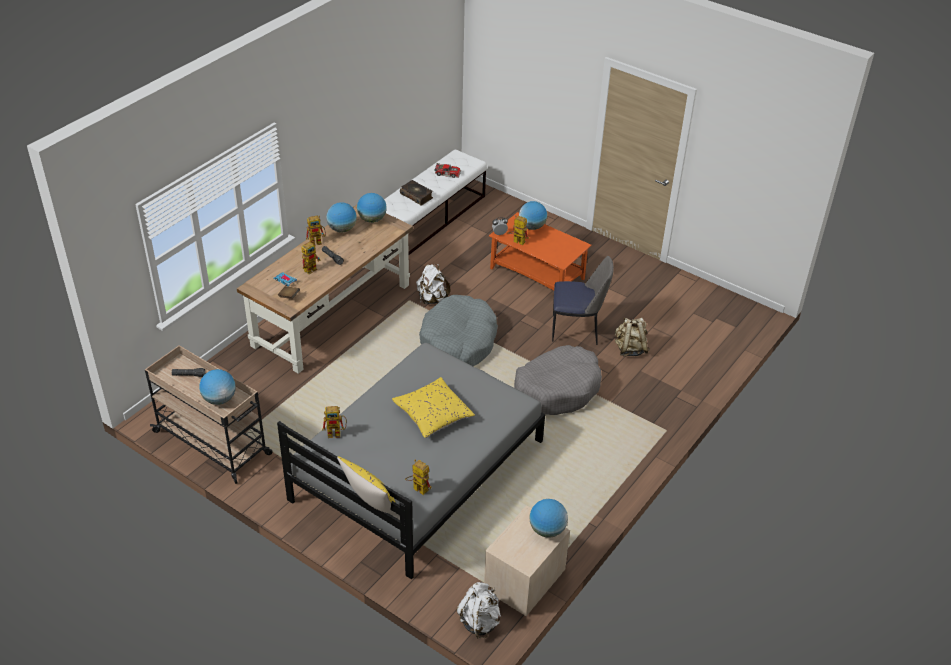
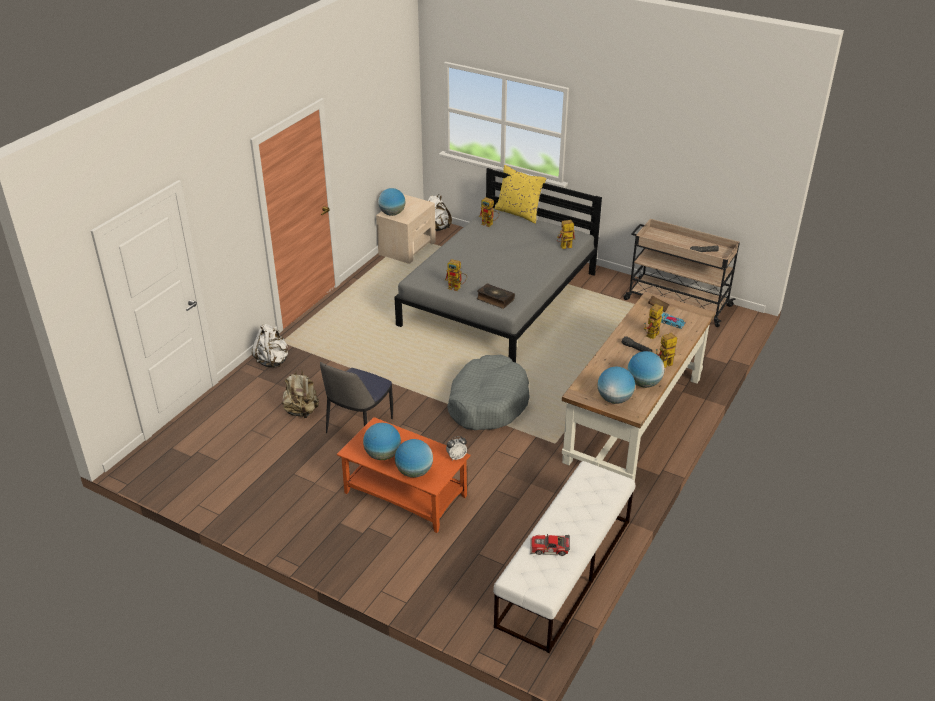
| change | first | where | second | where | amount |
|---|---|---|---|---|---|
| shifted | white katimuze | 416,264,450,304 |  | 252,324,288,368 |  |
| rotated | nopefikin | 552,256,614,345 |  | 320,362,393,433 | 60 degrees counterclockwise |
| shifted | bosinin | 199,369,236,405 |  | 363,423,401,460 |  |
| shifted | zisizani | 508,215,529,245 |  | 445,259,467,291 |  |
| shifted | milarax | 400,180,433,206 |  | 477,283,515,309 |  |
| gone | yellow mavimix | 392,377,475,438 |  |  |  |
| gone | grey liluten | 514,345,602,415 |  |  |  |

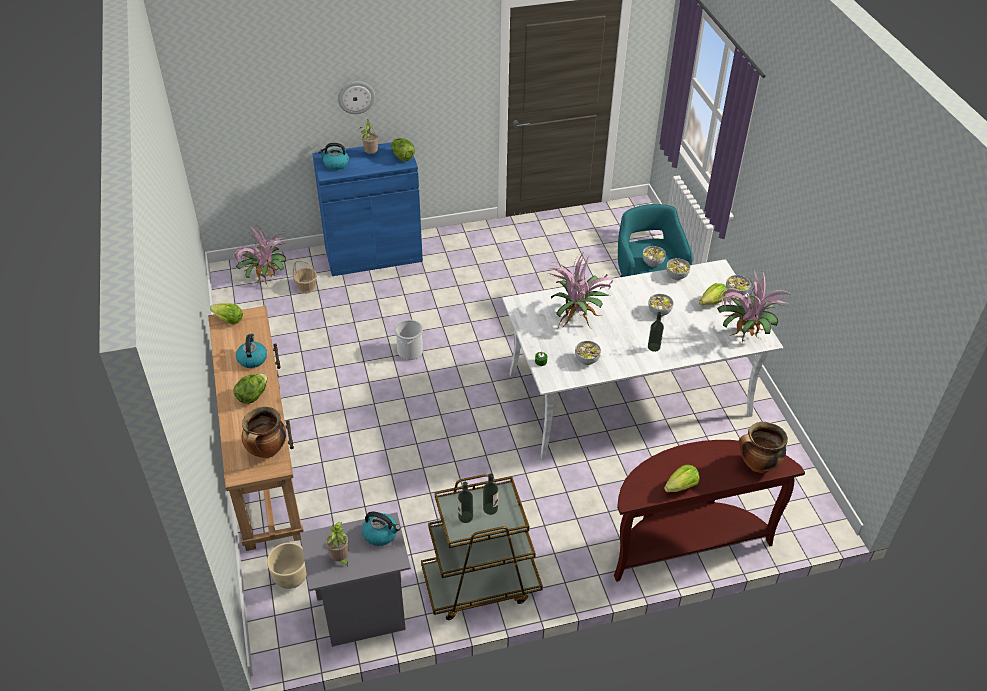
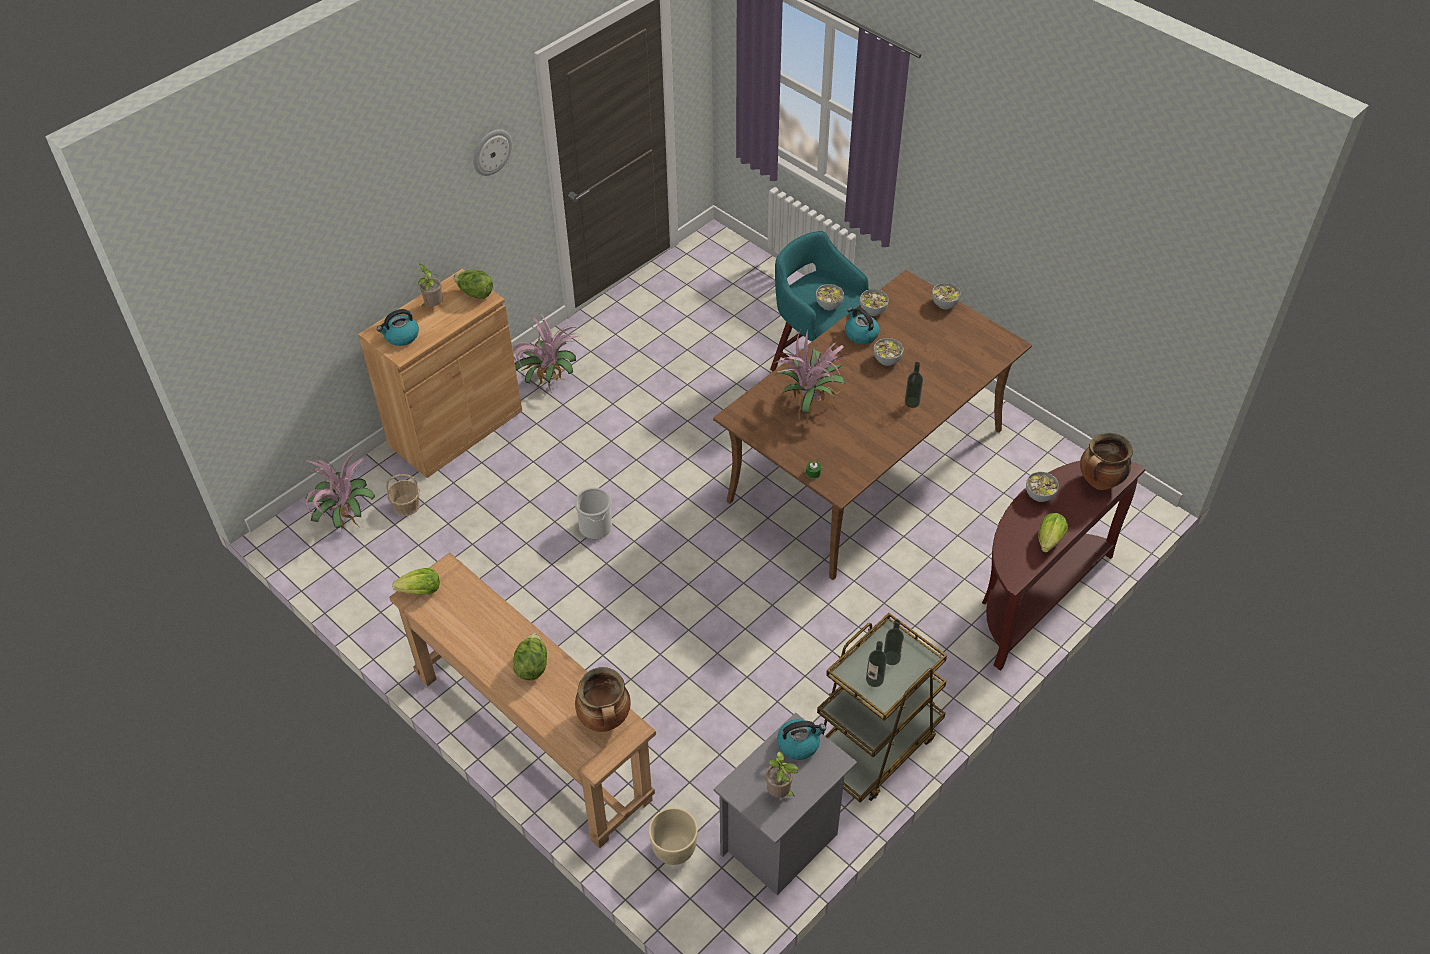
| change | first | where | second | where | amount |
|---|---|---|---|---|---|
| repainted | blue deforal | 312,142,423,276 | brown deforal | 358,269,522,478 |  |
| shifted | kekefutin | 338,81,375,114 |  | 473,129,512,176 |  |
| shifted | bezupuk | 717,270,790,345 |  | 512,315,579,393 |  |
| repainted | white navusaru | 502,259,783,459 | brown navusaru | 713,270,1032,580 |  |
| shifted | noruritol | 236,334,267,368 |  | 845,307,879,344 |  |
| shifted | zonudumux | 575,341,601,365 |  | 1026,472,1059,502 |  |
| gone | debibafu | 699,283,728,305 |  |  |  |

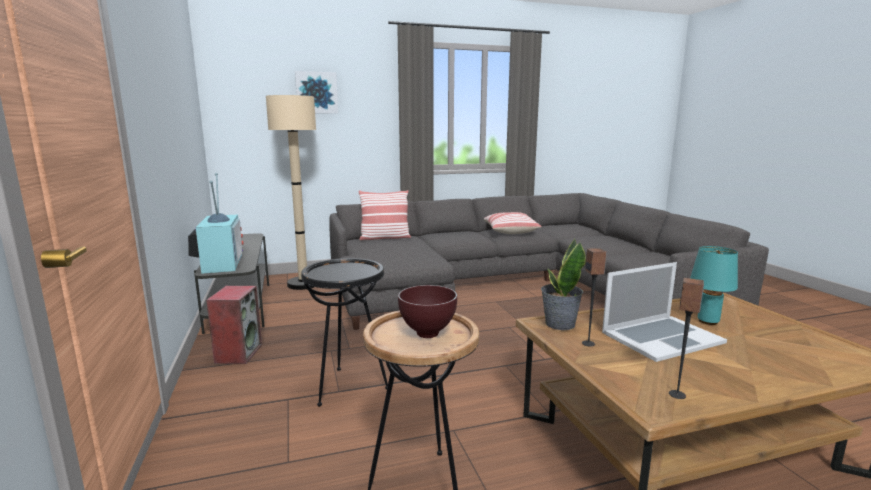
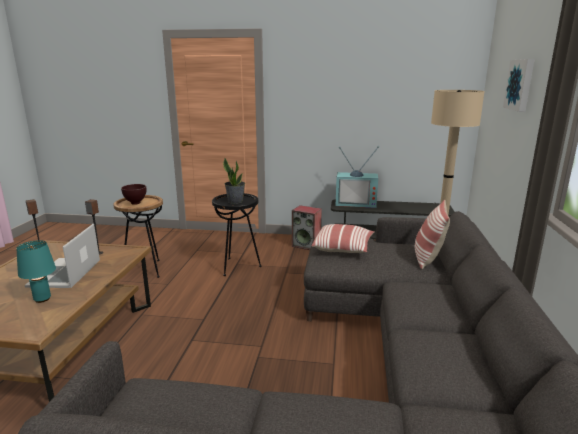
| change | first | where | second | where | amount |
|---|---|---|---|---|---|
| shifted | bezupuk | 541,239,586,330 |  | 223,157,245,204 |  |
| shifted | mavimix | 484,212,542,234 |  | 312,224,375,253 |  |

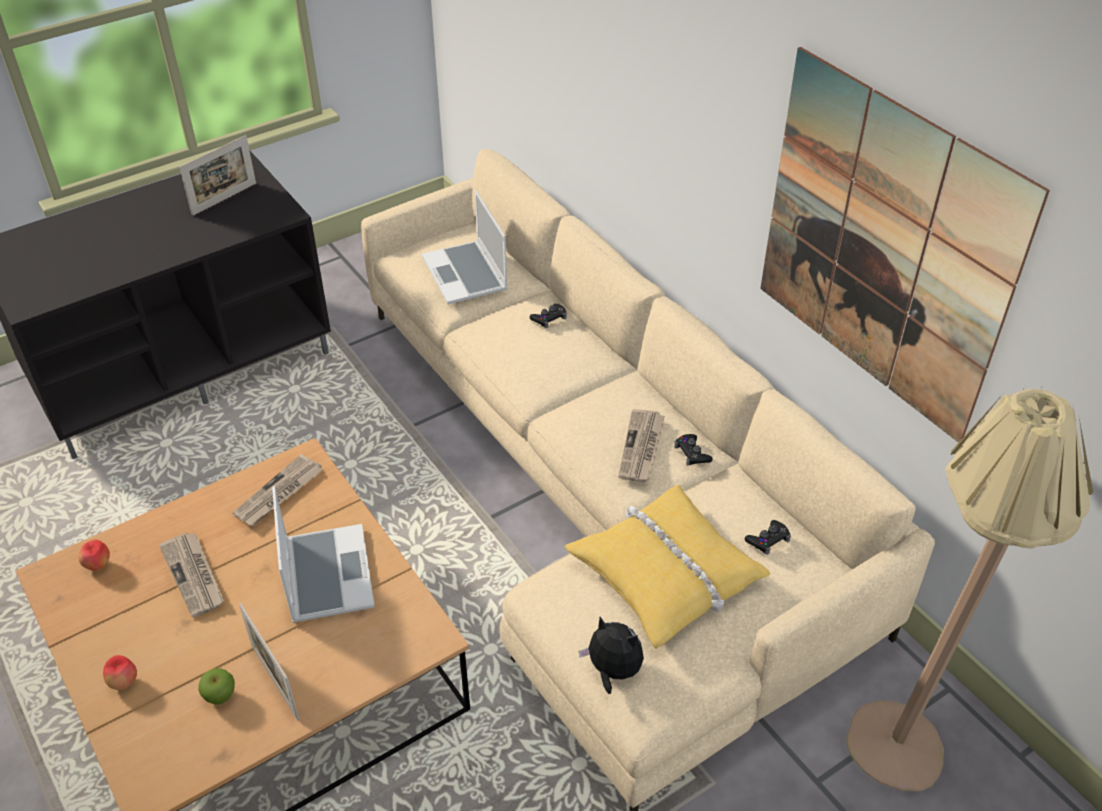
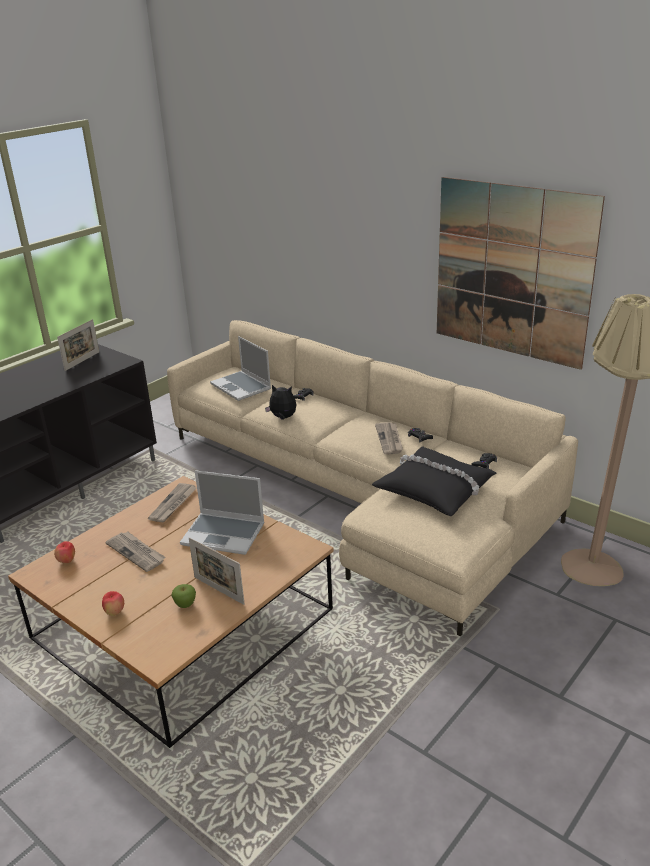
| change | first | where | second | where | amount |
|---|---|---|---|---|---|
| rotated | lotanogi | 272,486,375,623 |  | 180,470,265,555 | 135 degrees clockwise |
| shifted | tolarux | 579,617,644,694 |  | 265,385,296,420 |  |
| repainted | yellow mavimix | 564,485,770,648 | black mavimix | 372,446,496,516 |  |

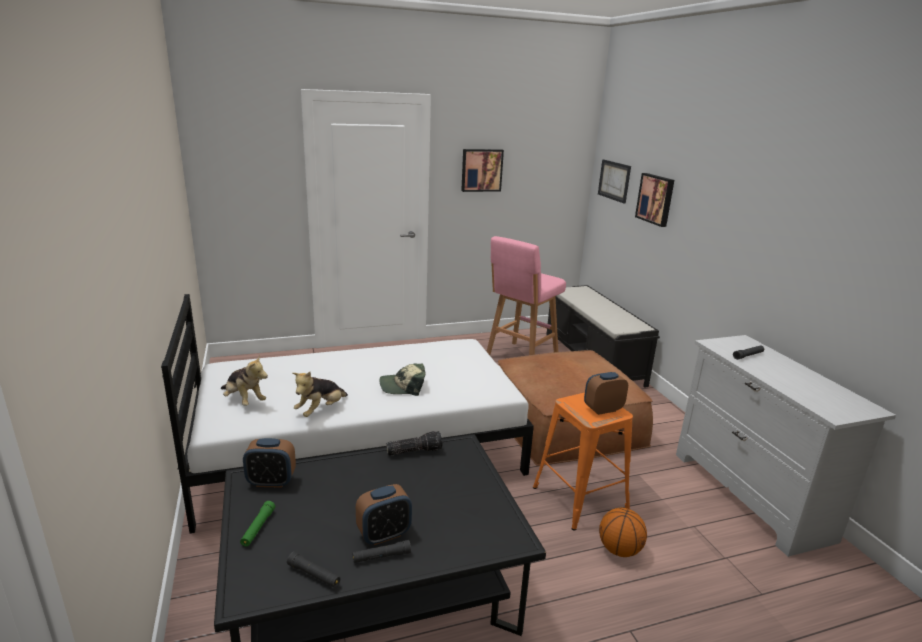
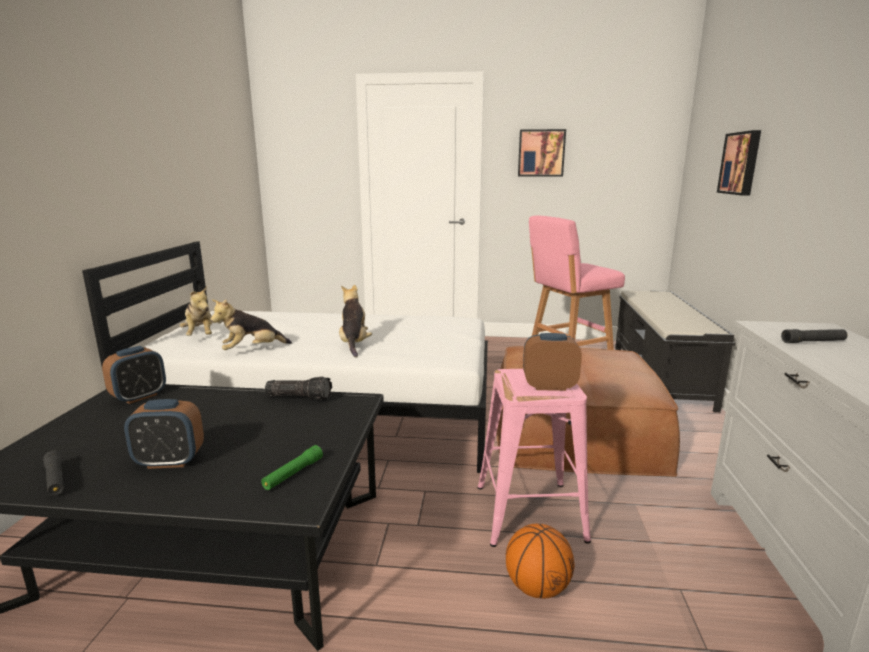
| change | first | where | second | where | amount |
|---|---|---|---|---|---|
| rotated | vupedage | 243,438,296,488 |  | 102,346,166,404 | 75 degrees counterclockwise |
| shifted | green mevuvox | 240,501,275,546 |  | 261,445,323,490 |  |
| swapped | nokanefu | 380,363,426,396 | tolarux | 339,285,372,357 |  |
| repainted | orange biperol | 533,392,633,531 | pink biperol | 478,369,591,547 |  |
| gone | black mevuvox | 353,540,411,563 |  |  |  |
| gone | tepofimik | 598,159,631,204 |  |  |  |

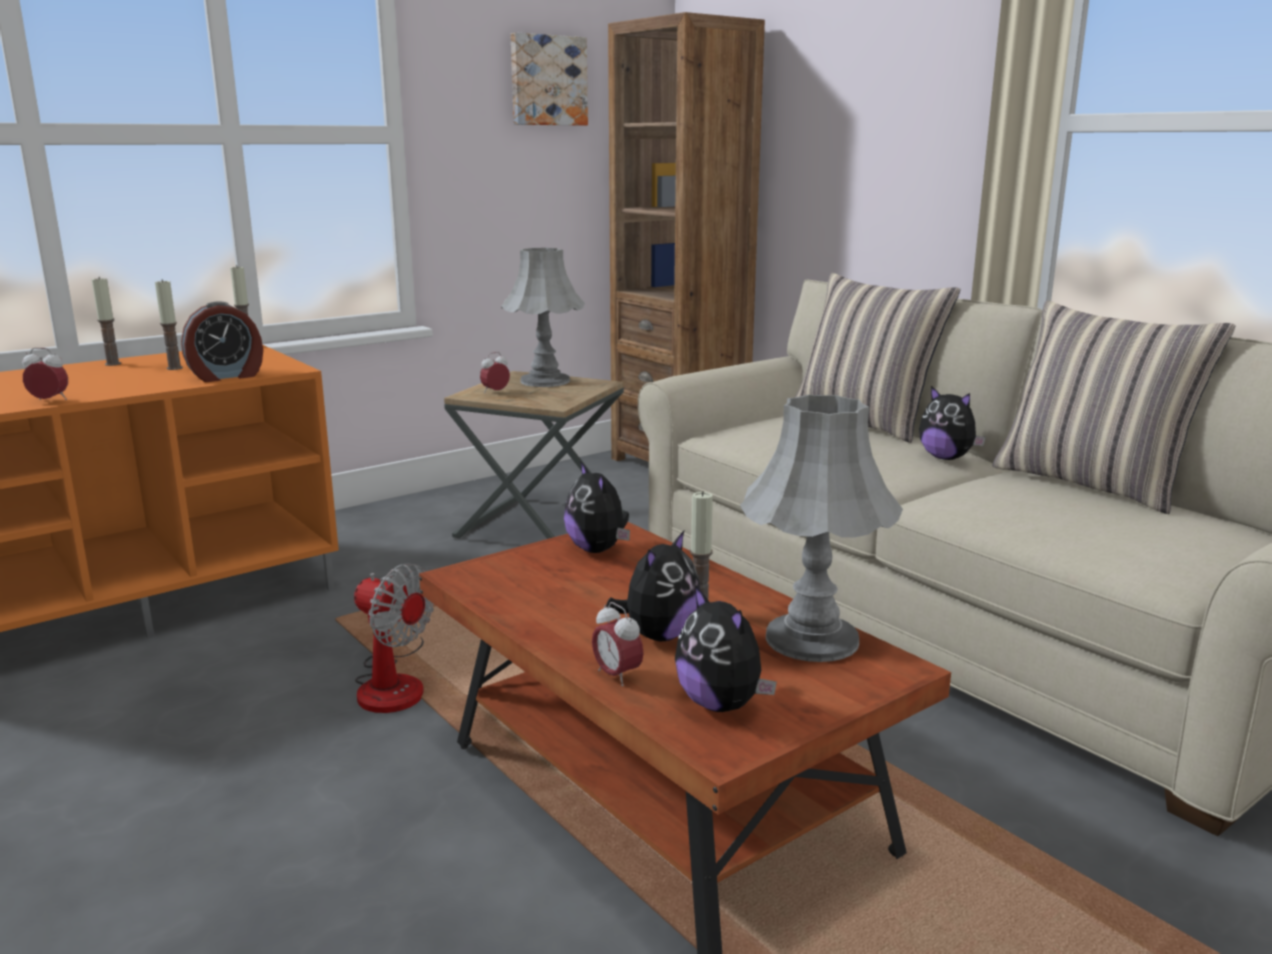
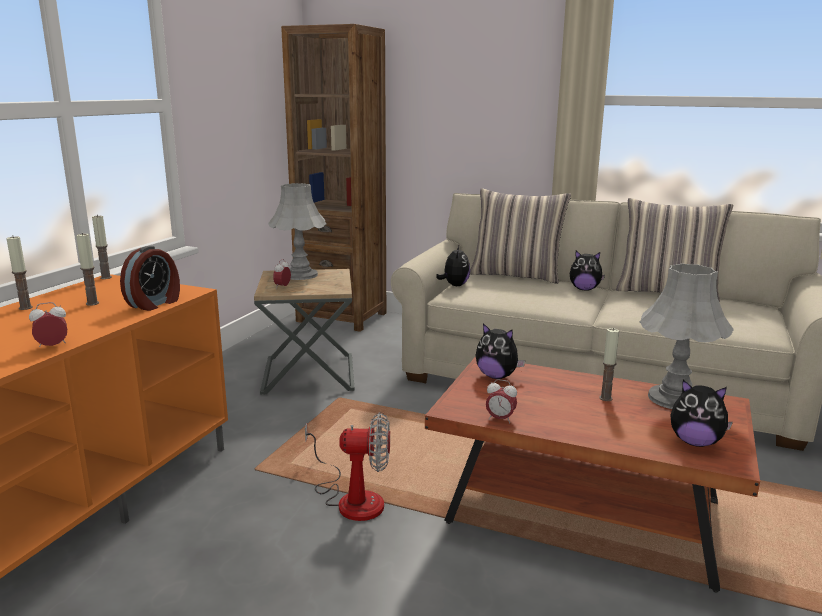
| change | first | where | second | where | amount |
|---|---|---|---|---|---|
| shifted | tolarux | 606,531,700,641 |  | 436,246,470,286 |  |
| shifted | vupedage | 592,602,644,687 |  | 486,379,517,423 |  |
| gone | tepofimik | 511,32,588,126 |  |  |  |

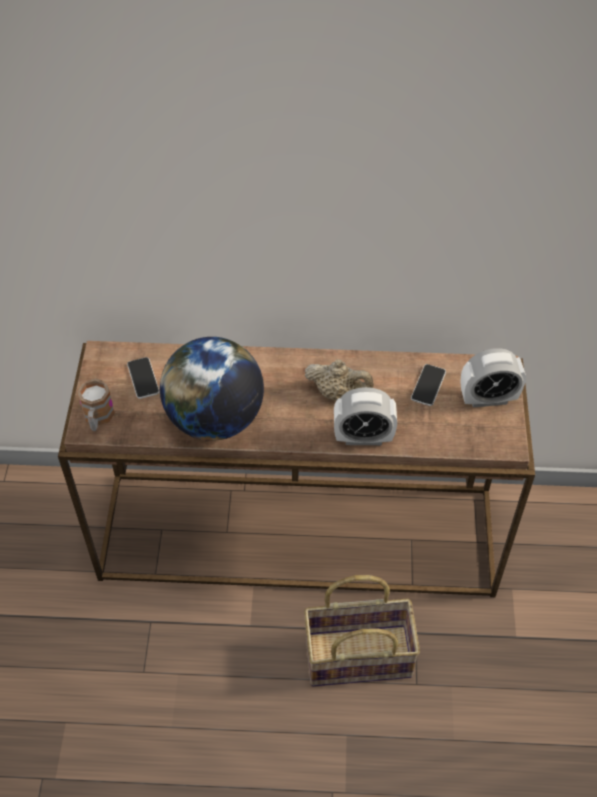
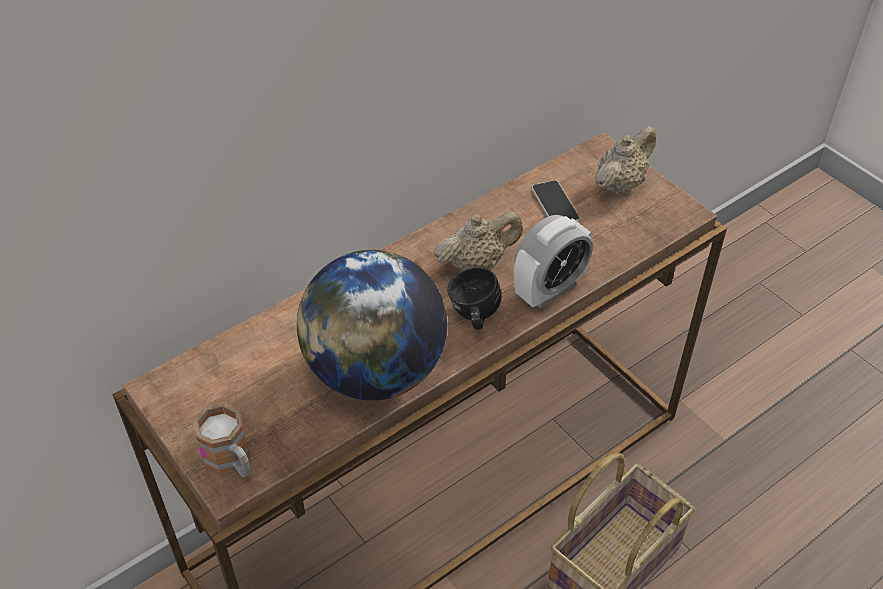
| change | first | where | second | where | amount |
|---|---|---|---|---|---|
| new |  |  | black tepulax | 447,266,501,329 |  |
| swapped | vupedage | 460,348,526,407 | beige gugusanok | 595,126,656,194 |  |
| gone | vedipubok | 127,357,160,399 |  |  |  |

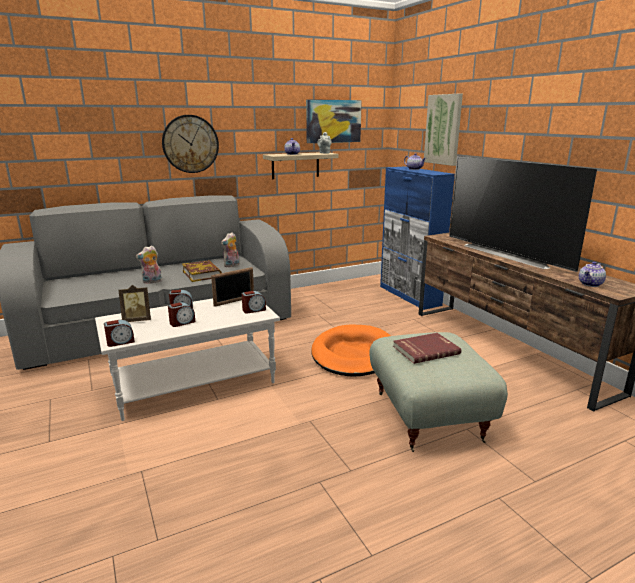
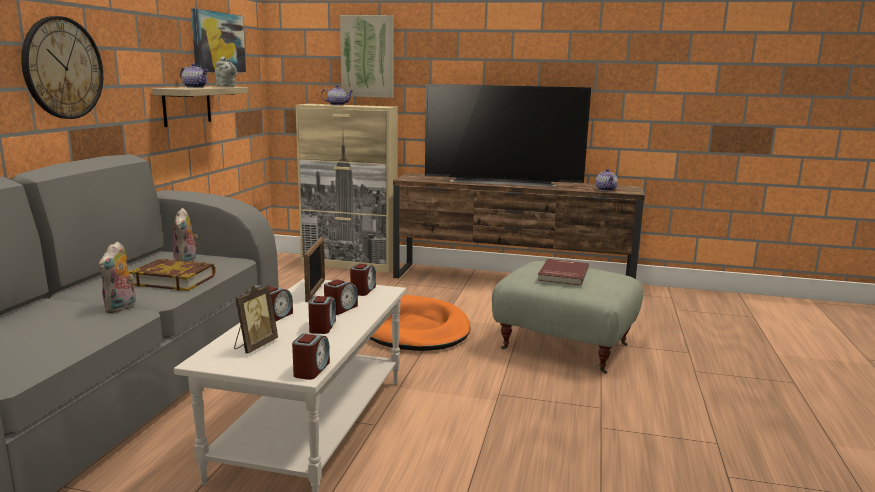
| change | first | where | second | where | amount |
|---|---|---|---|---|---|
| repainted | blue deforal | 380,166,455,310 | beige deforal | 295,104,398,273 |  |
| new |  |  | vupedage | 324,279,358,315 |  |

